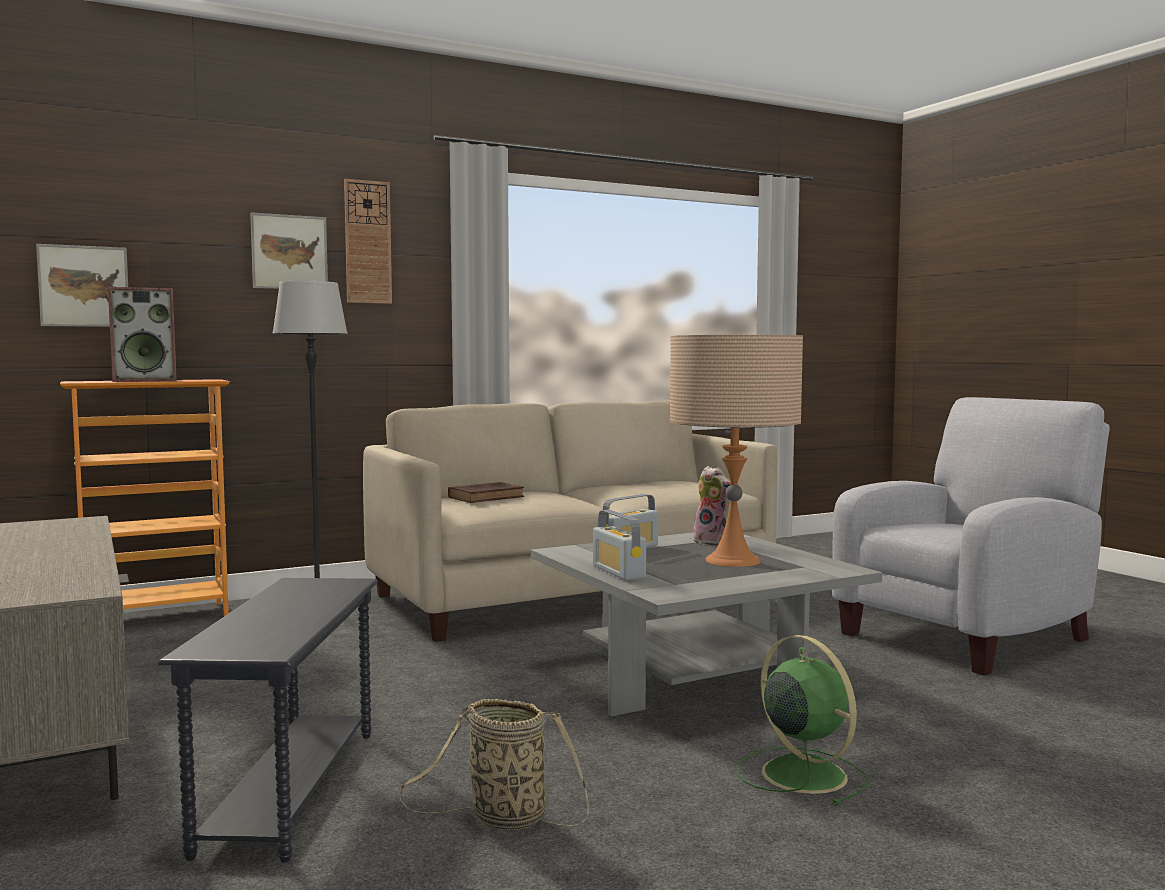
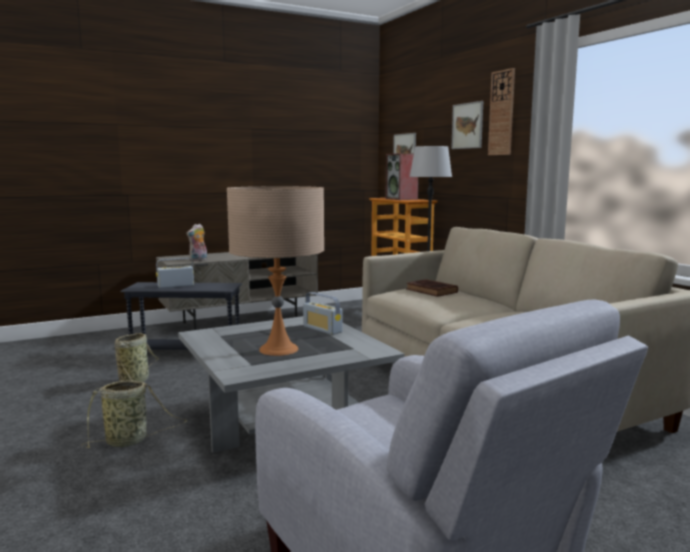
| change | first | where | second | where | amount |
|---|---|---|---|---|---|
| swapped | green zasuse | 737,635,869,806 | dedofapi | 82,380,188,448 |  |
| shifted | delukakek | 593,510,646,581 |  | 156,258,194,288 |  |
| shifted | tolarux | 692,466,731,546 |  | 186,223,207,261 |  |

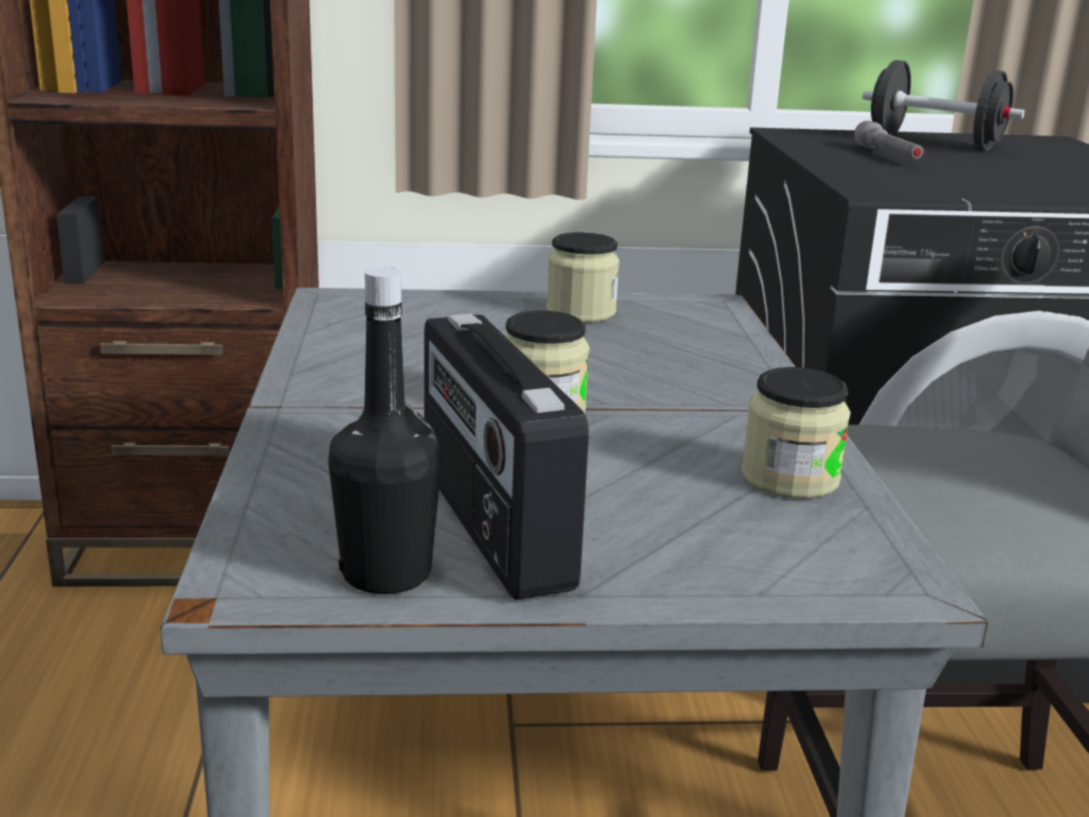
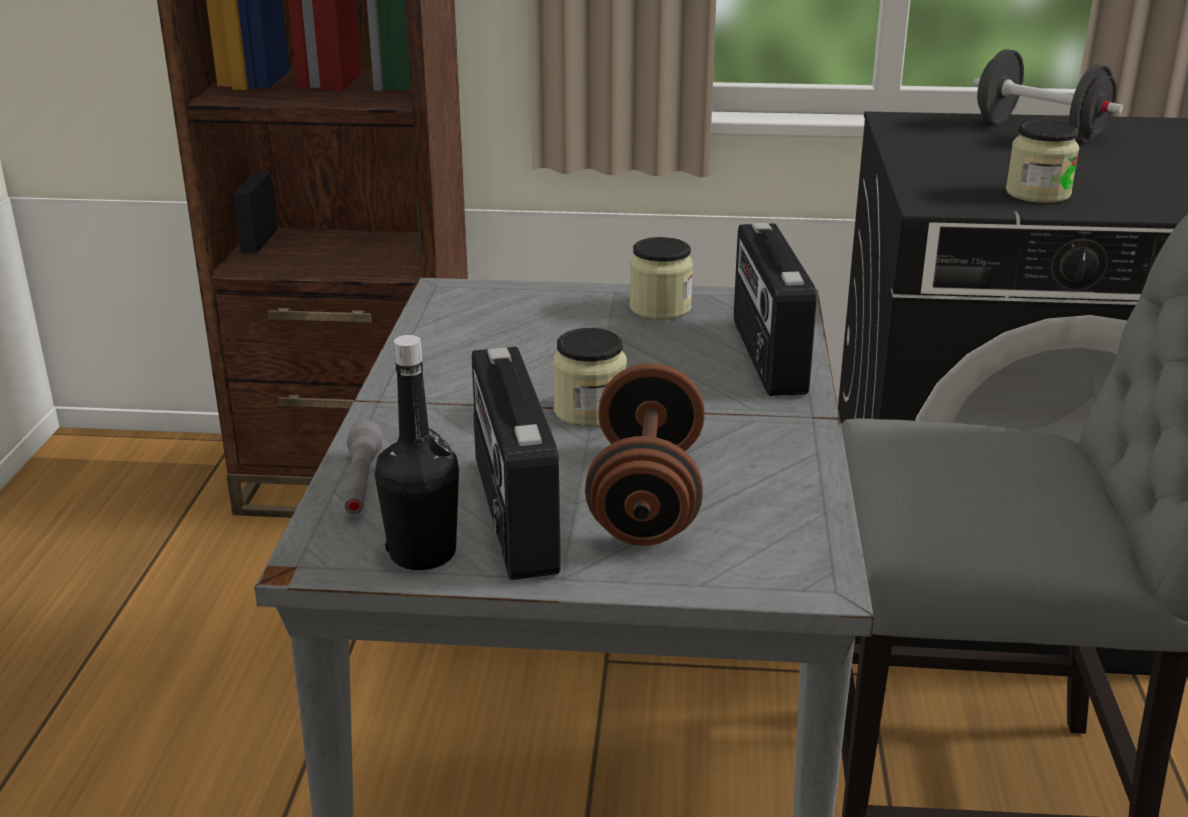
| change | first | where | second | where | amount |
|---|---|---|---|---|---|
| shifted | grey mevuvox | 854,121,924,159 |  | 344,420,382,514 |  |
| new |  |  | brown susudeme | 585,363,705,546 |  |
| new |  |  | delukakek | 734,223,817,396 |  |
| shifted | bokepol | 742,367,851,499 |  | 1006,120,1079,203 |  |

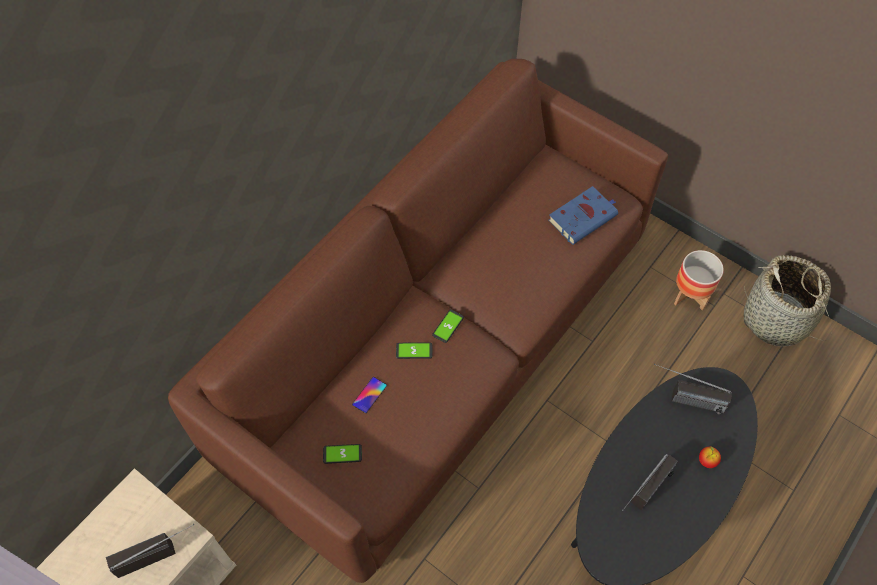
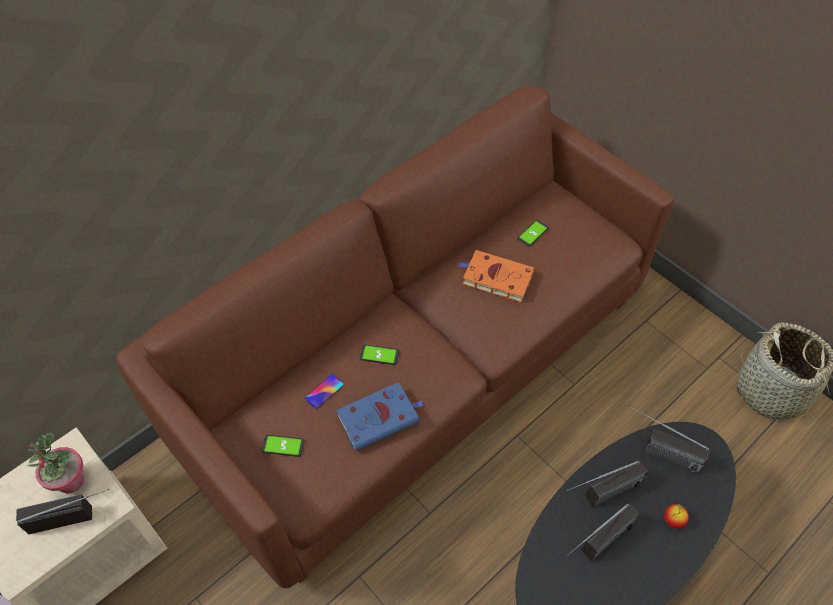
| change | first | where | second | where | amount |
|---|---|---|---|---|---|
| new |  |  | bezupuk | 27,433,84,493 |  |
| shifted | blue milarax | 548,186,618,245 |  | 336,382,424,451 |  |
| new |  |  | orange milarax | 458,250,534,303 |  |
| shifted | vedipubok | 432,309,464,343 |  | 517,220,549,246 |  |
| new |  |  | delukakek | 567,461,648,508 |  |
| gone | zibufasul | 674,250,724,310 |  |  |  |

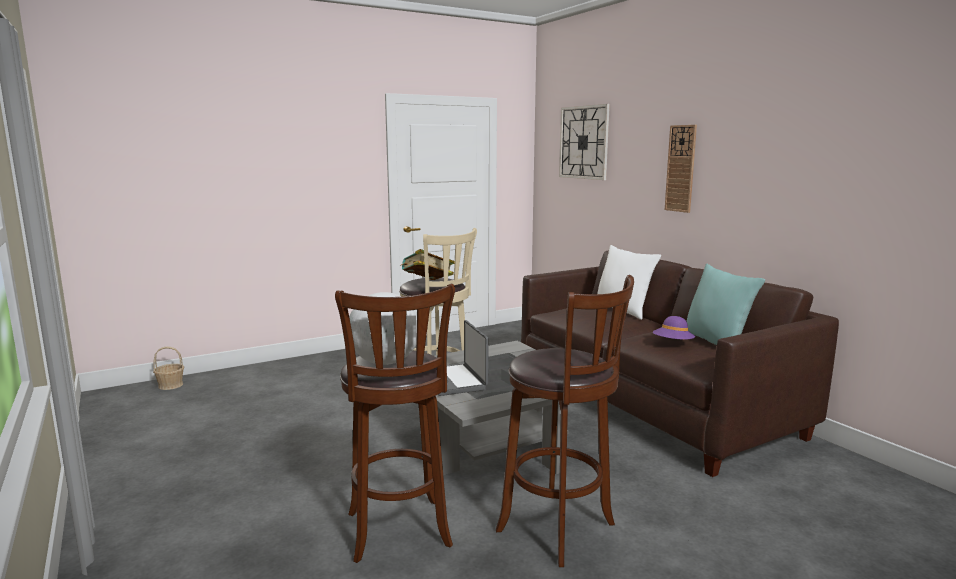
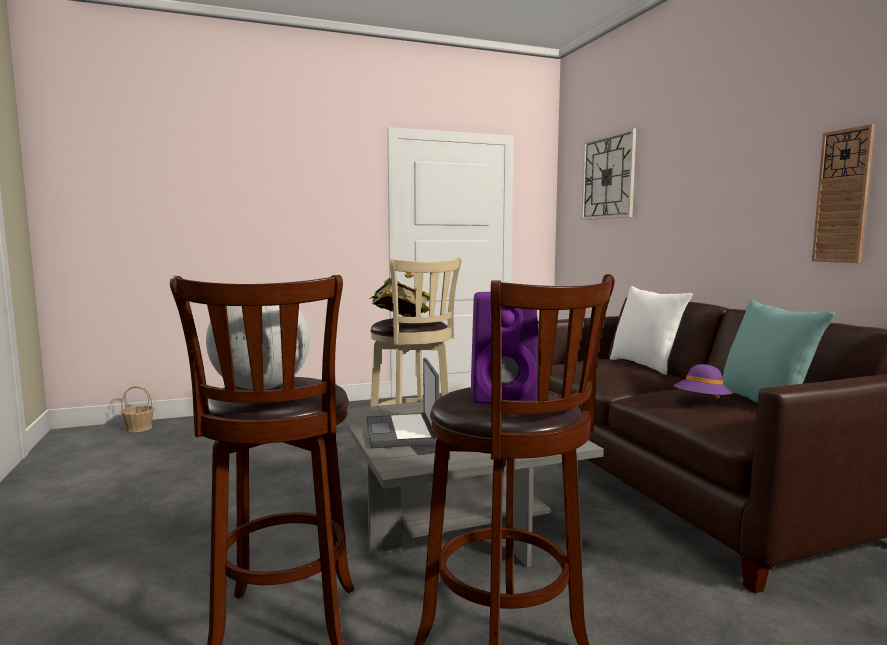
| change | first | where | second | where | amount |
|---|---|---|---|---|---|
| new |  |  | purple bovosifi | 471,292,538,403 |  |
| shifted | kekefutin | 665,125,697,213 |  | 812,124,875,263 |  |

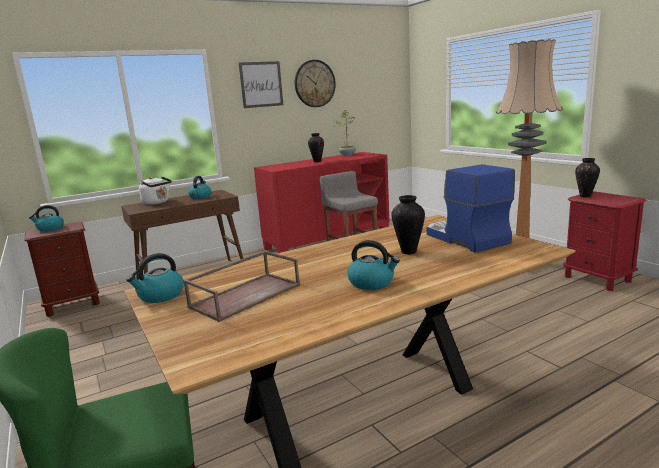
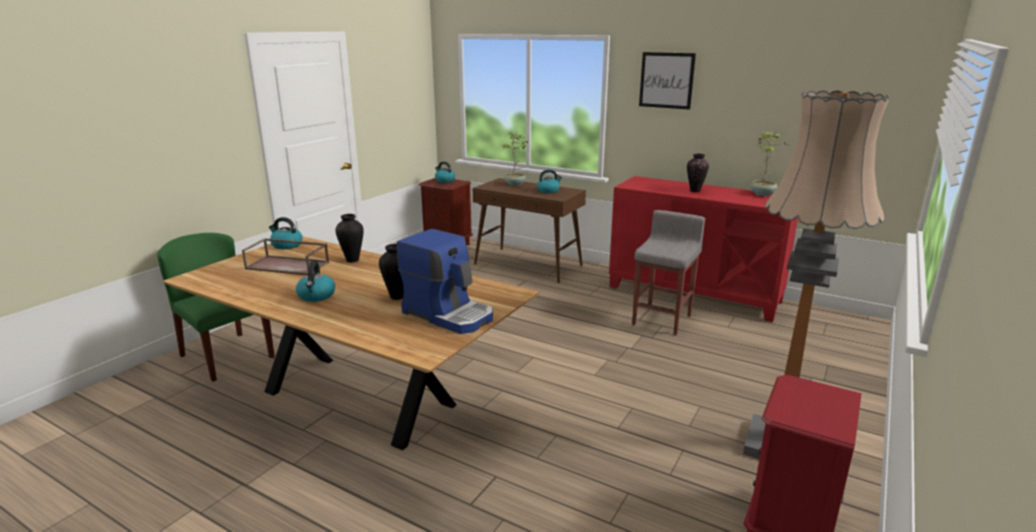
| change | first | where | second | where | amount |
|---|---|---|---|---|---|
| shifted | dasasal | 575,158,600,197 |  | 335,214,364,263 |  |
| rotated | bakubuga | 427,164,515,252 |  | 397,229,493,334 | 90 degrees clockwise |
| swapped | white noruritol | 139,176,172,205 | bezupuk | 502,131,528,186 |  |
| gone | kekefutin | 295,60,336,107 |  |  |  |

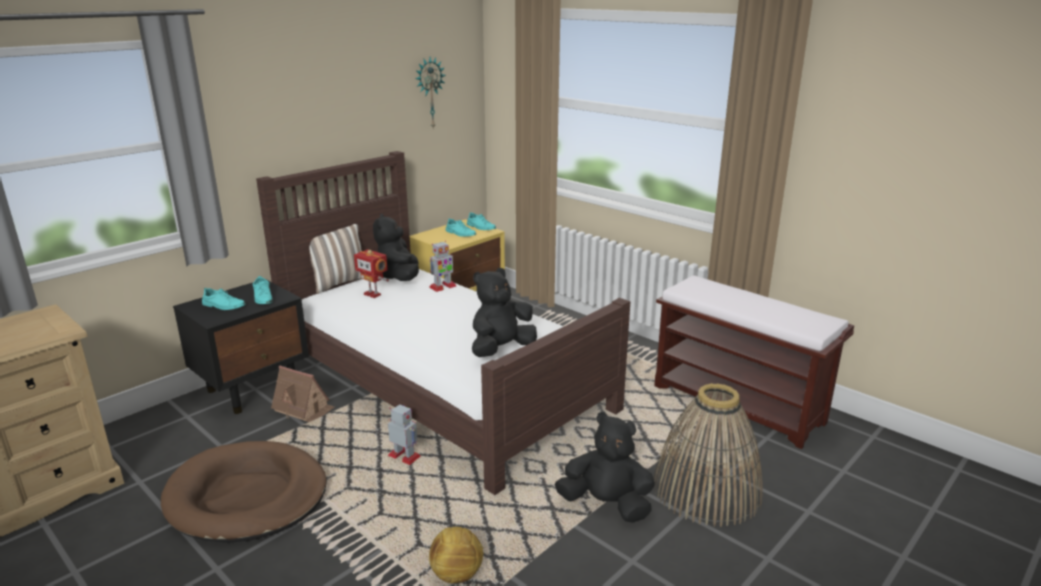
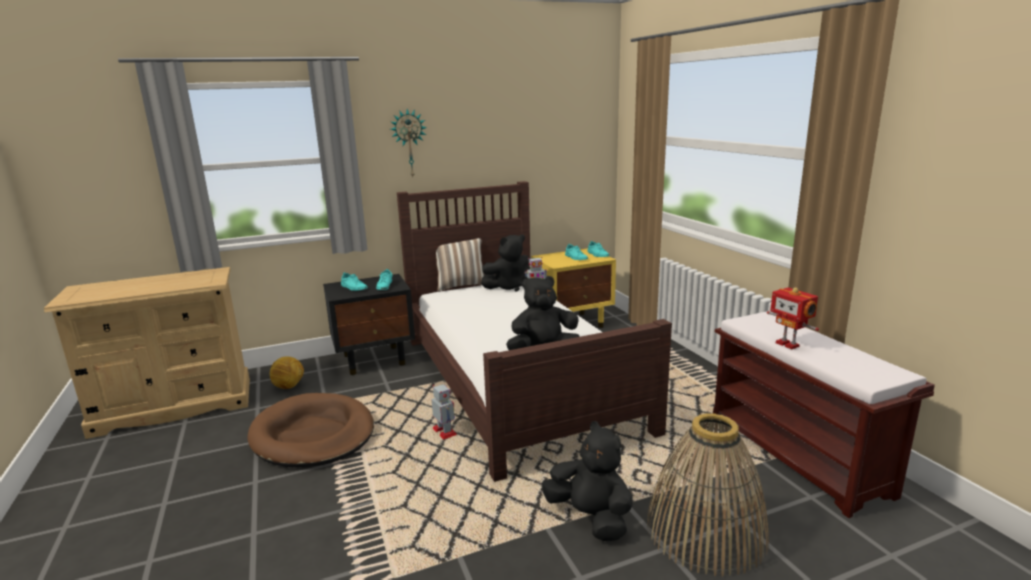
| change | first | where | second | where | amount |
|---|---|---|---|---|---|
| shifted | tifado | 429,527,484,584 |  | 270,356,304,389 |  |
| shifted | kekefutin | 415,57,446,130 |  | 390,109,427,177 |  |
| rotated | black tolarux | 373,214,419,281 |  | 481,234,530,292 | 135 degrees counterclockwise |
| shifted | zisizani | 354,249,389,298 |  | 767,288,819,349 |  |
| gone | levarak | 271,366,334,422 |  |  |  |

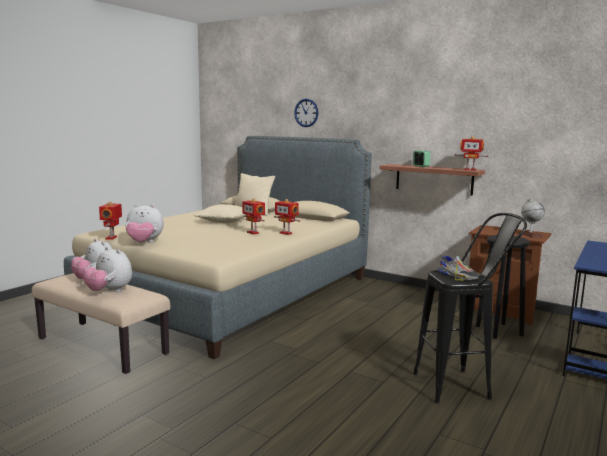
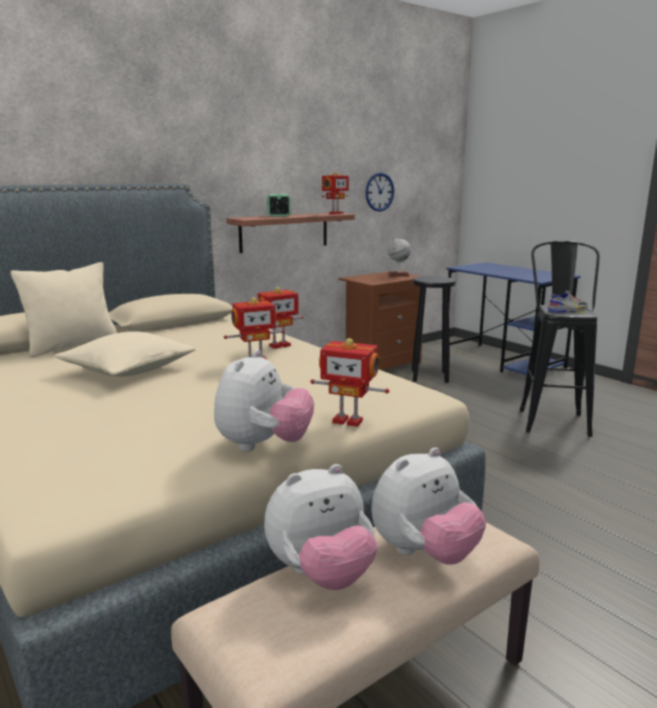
| change | first | where | second | where | amount |
|---|---|---|---|---|---|
| shifted | zisizani | 99,201,122,240 |  | 311,338,389,427 |  |
| shifted | kekefutin | 294,99,318,127 |  | 365,173,394,212 |  |

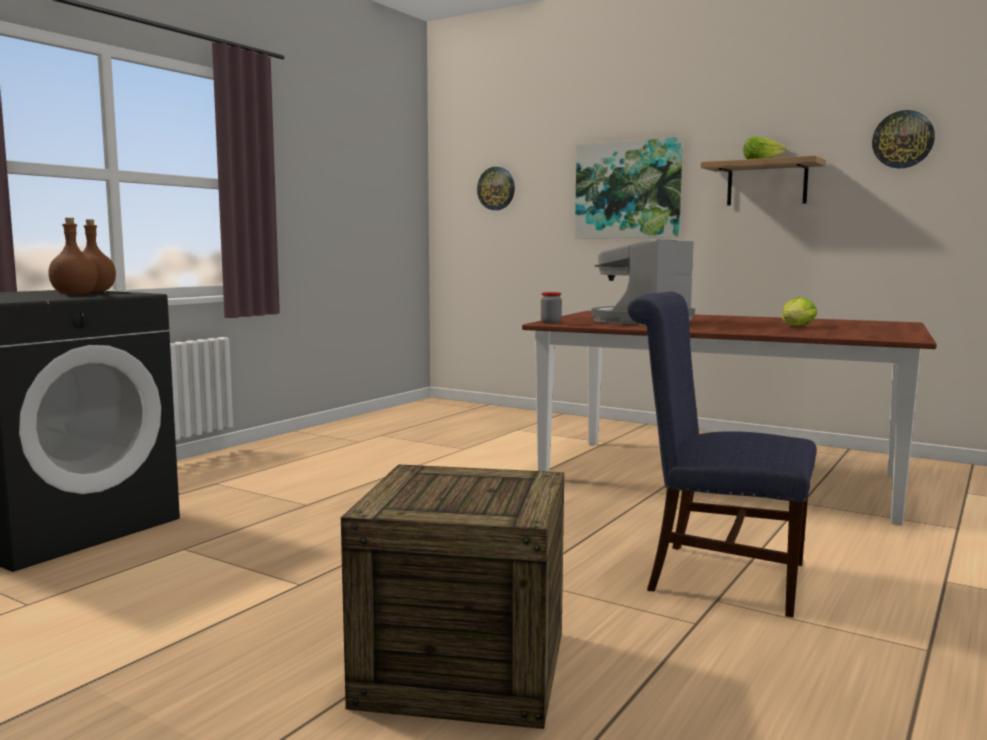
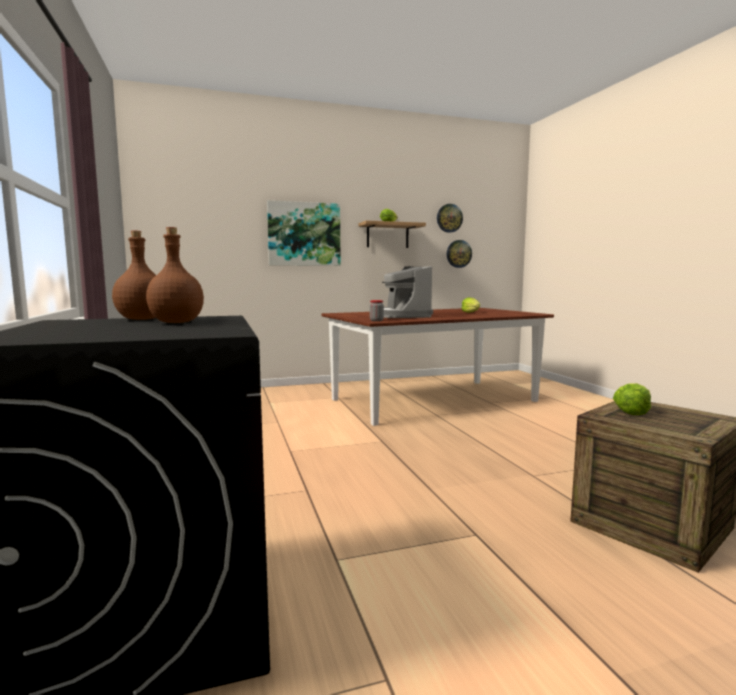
| change | first | where | second | where | amount |
|---|---|---|---|---|---|
| shifted | kekefutin | 477,167,515,210 |  | 447,240,472,268 |  |
| new |  |  | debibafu | 613,383,651,415 |  |
| gone | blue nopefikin | 627,291,817,618 |  |  |  |

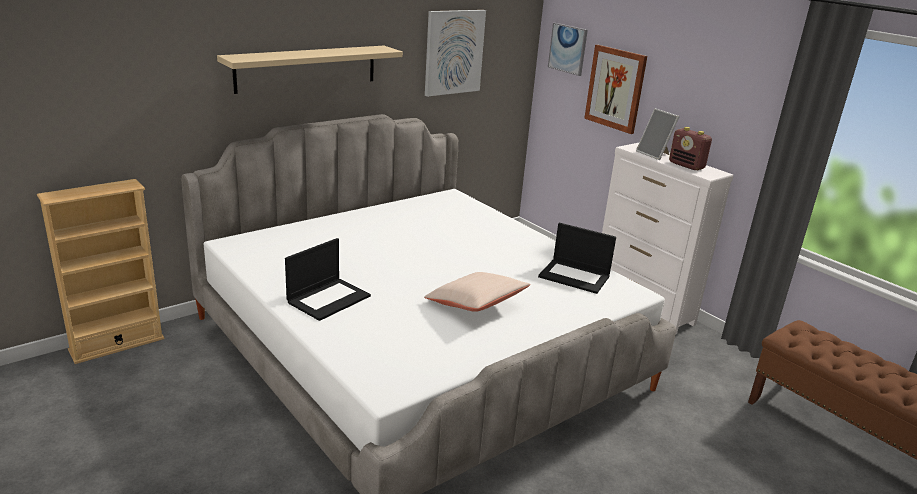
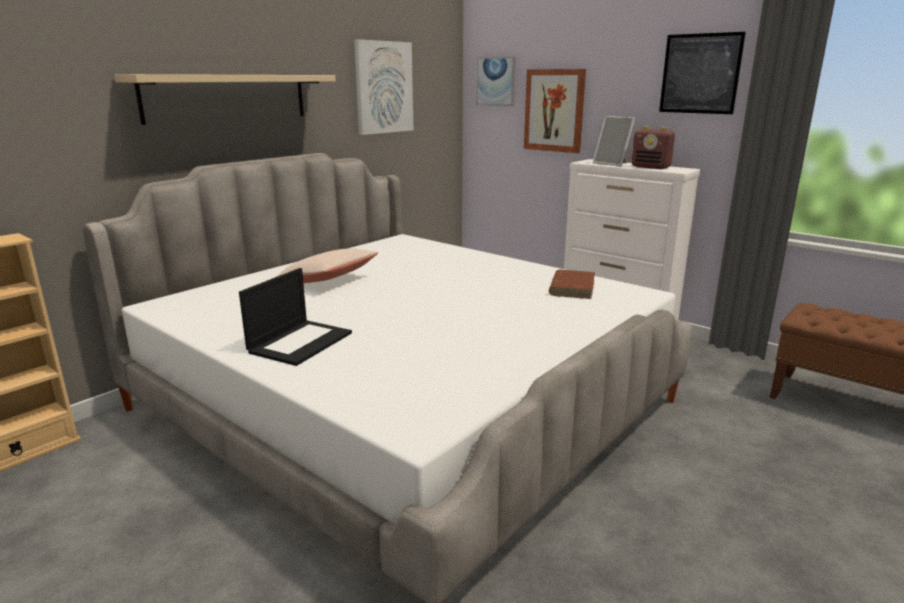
| change | first | where | second | where | amount |
|---|---|---|---|---|---|
| shifted | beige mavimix | 424,272,531,312 |  | 276,249,378,283 |  |
| swapped | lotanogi | 538,222,616,294 | brown milarax | 549,270,595,299 |  |
| new |  |  | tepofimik | 659,32,746,114 |  |

